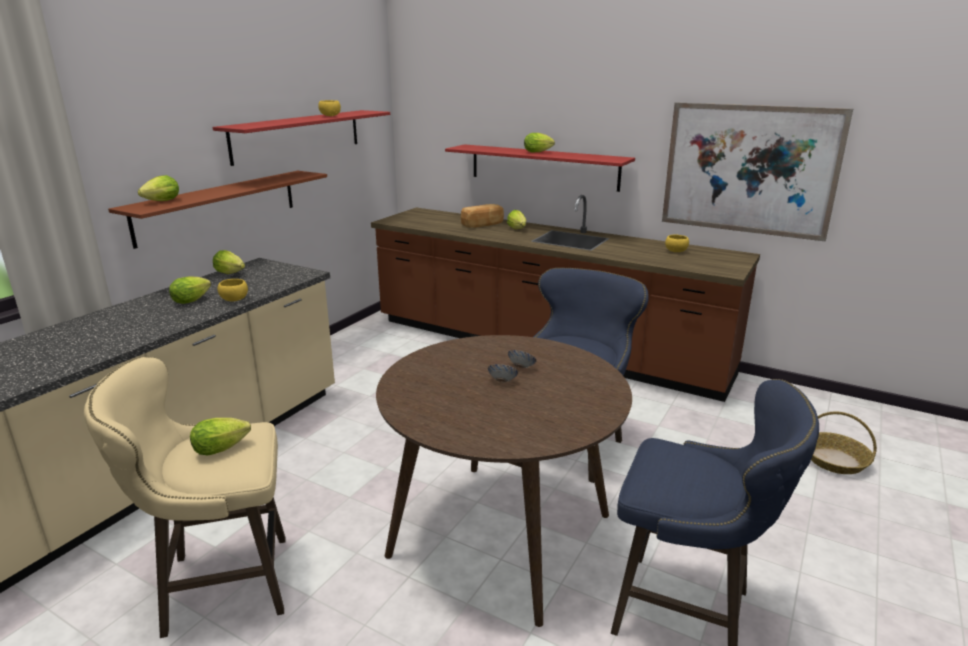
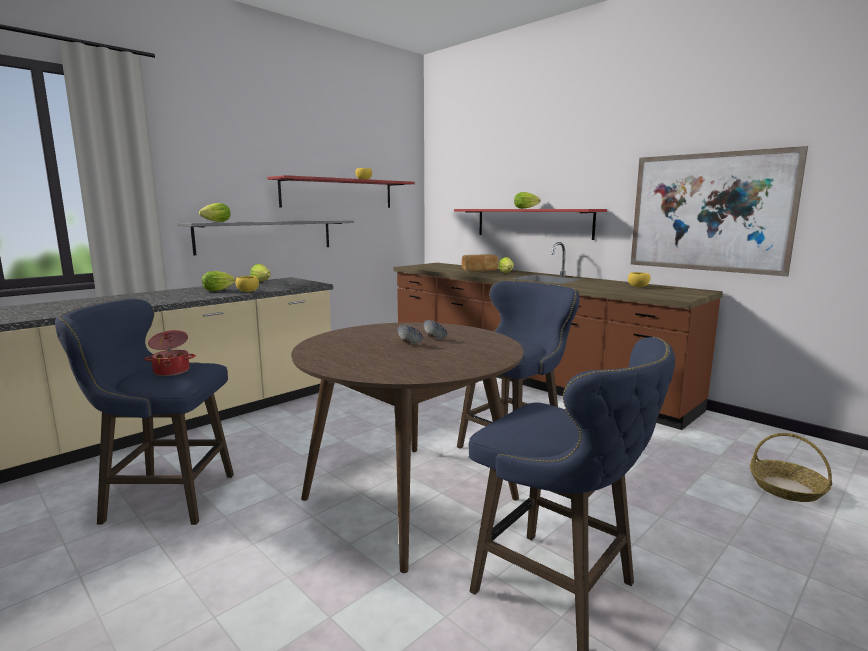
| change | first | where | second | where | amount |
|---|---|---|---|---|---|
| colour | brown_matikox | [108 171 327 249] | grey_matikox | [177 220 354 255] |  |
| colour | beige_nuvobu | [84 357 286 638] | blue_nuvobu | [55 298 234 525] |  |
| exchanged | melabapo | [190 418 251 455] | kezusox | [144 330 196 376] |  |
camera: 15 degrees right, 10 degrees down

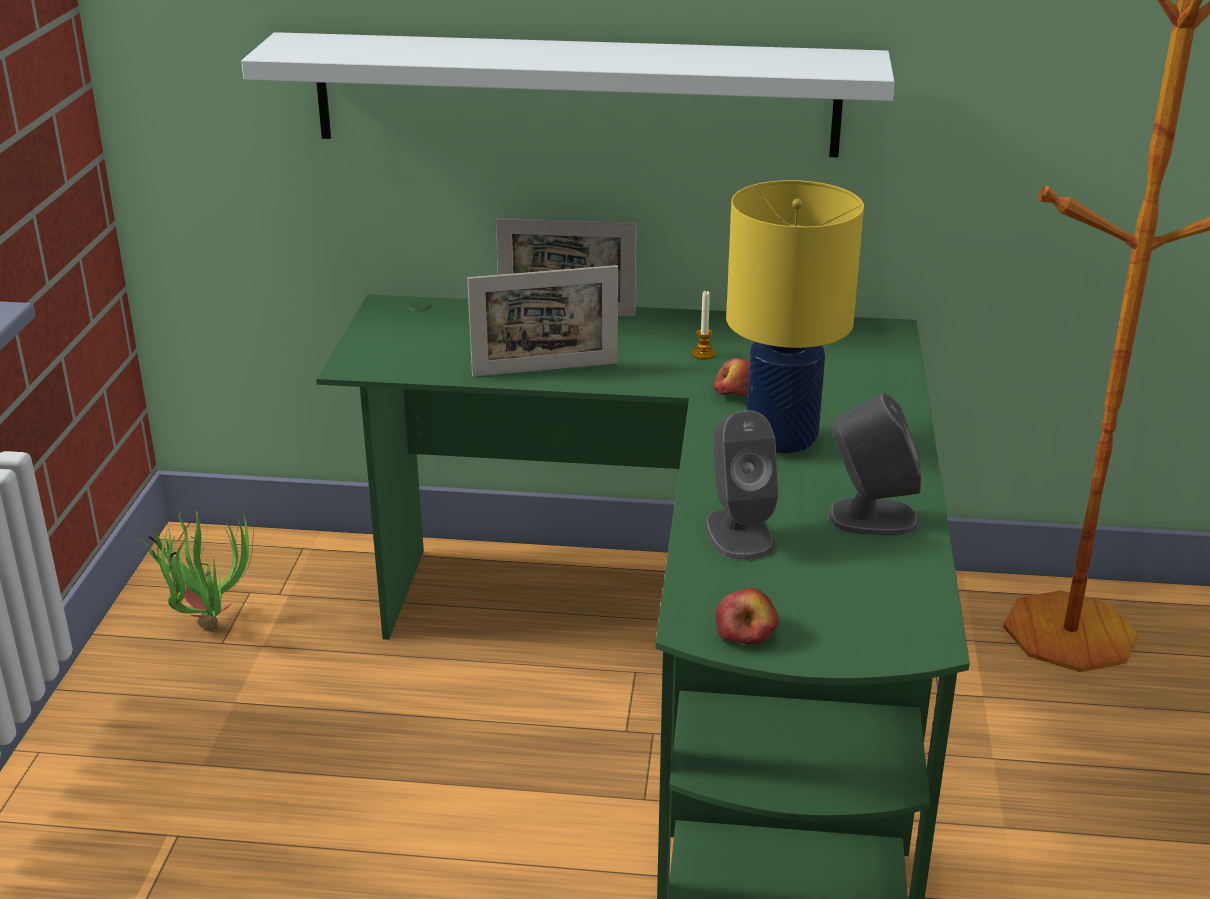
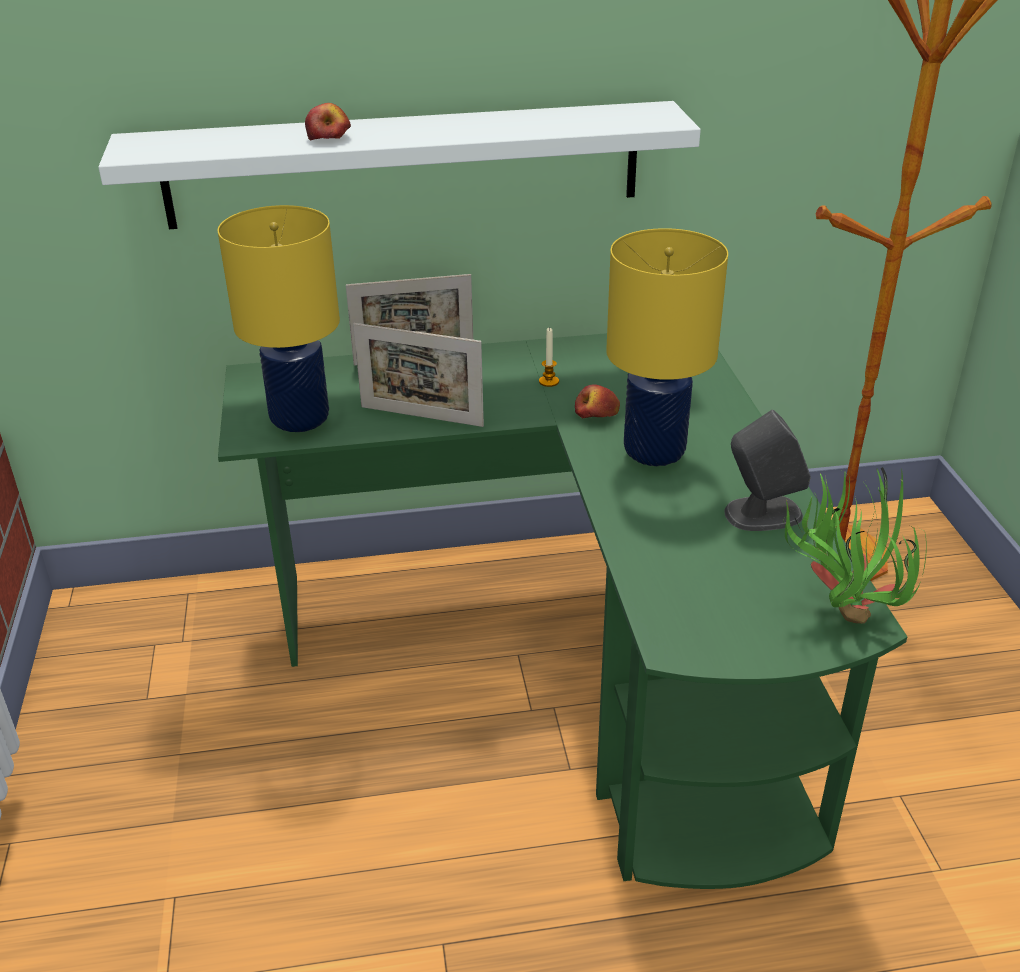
| change | first | where | second | where | amount |
|---|---|---|---|---|---|
| spun | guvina | [467 265 618 377] |  | [353 323 484 427] | 45 degrees clockwise |
| missing | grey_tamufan | [704 410 779 561] |  |  |  |
| relocated | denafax | [140 510 254 631] |  | [783 467 927 624] |  |
| relocated | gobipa | [715 588 779 645] |  | [305 103 351 140] |  |
| appeared |  |  | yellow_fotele | [218 205 340 432] |  |
camera: 15 degrees left, 5 degrees up

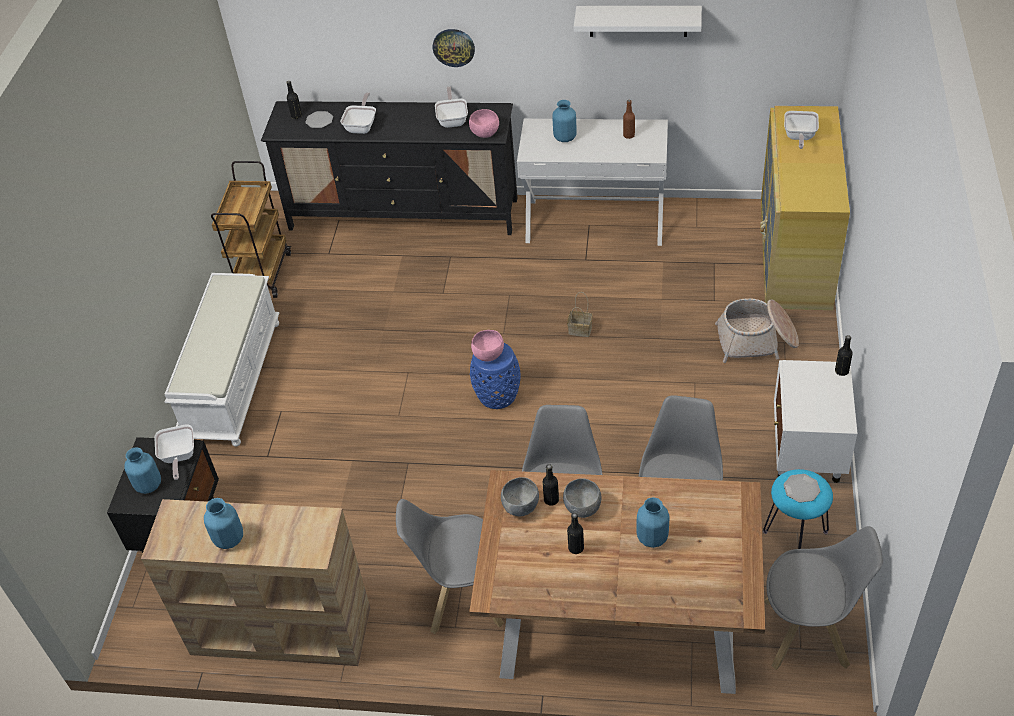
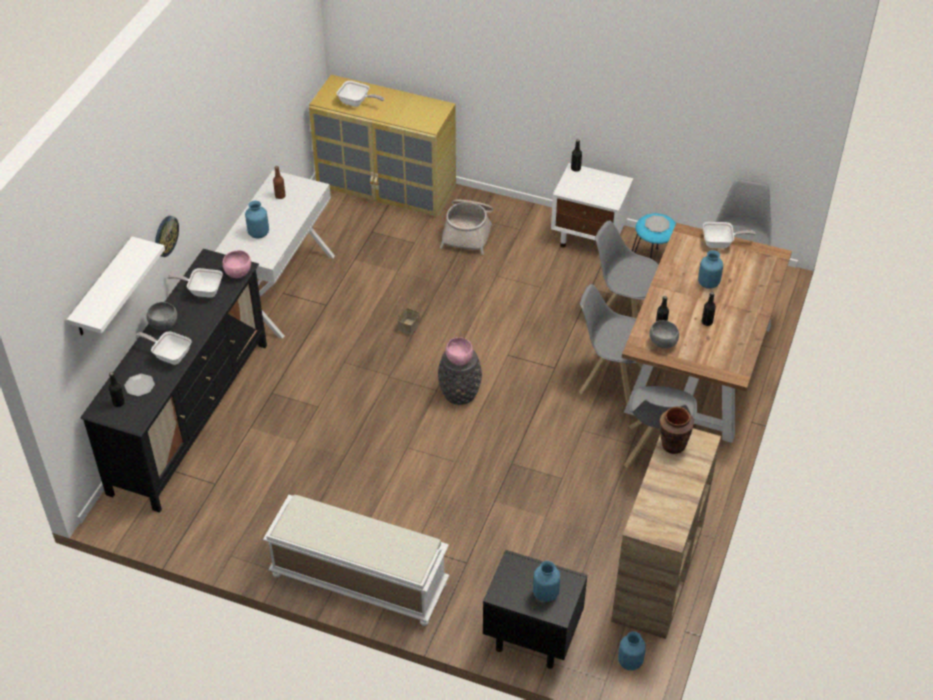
| change | first | where | second | where | amount |
|---|---|---|---|---|---|
| relocated | white_matikox | [574 6 702 37] |  | [67 237 165 336] |  |
| missing | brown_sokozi | [211 161 291 298] |  |  |  |
| colour | blue_nuvobu | [470 343 521 409] | grey_nuvobu | [438 350 482 405] |  |
| relocated | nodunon | [154 424 194 480] |  | [703 222 755 248] |  |
| relocated | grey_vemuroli | [563 478 601 518] |  | [147 302 177 330] |  |
| relocated | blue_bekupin | [204 498 243 549] |  | [618 631 646 670] |  |
| appeared |  |  | brown_bekupin | [660 407 694 454] |  |
camera: 80 degrees left, 0 degrees up

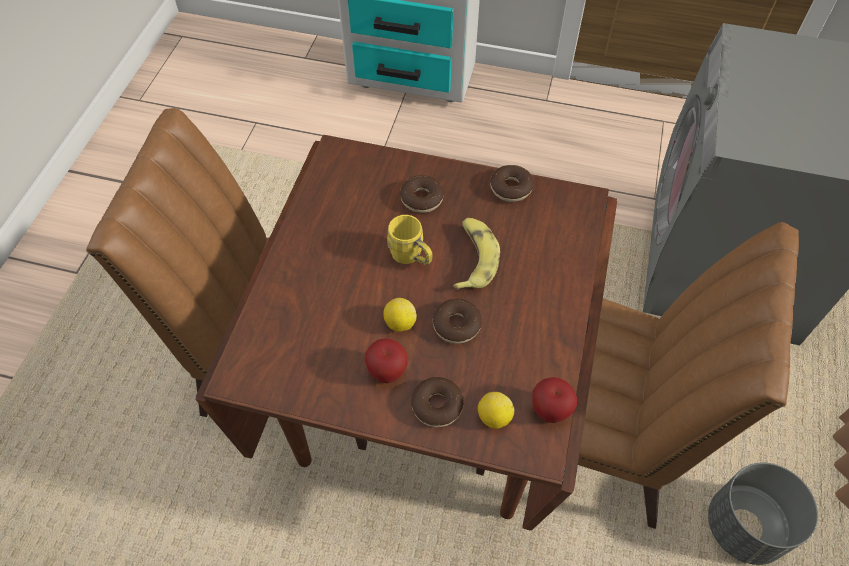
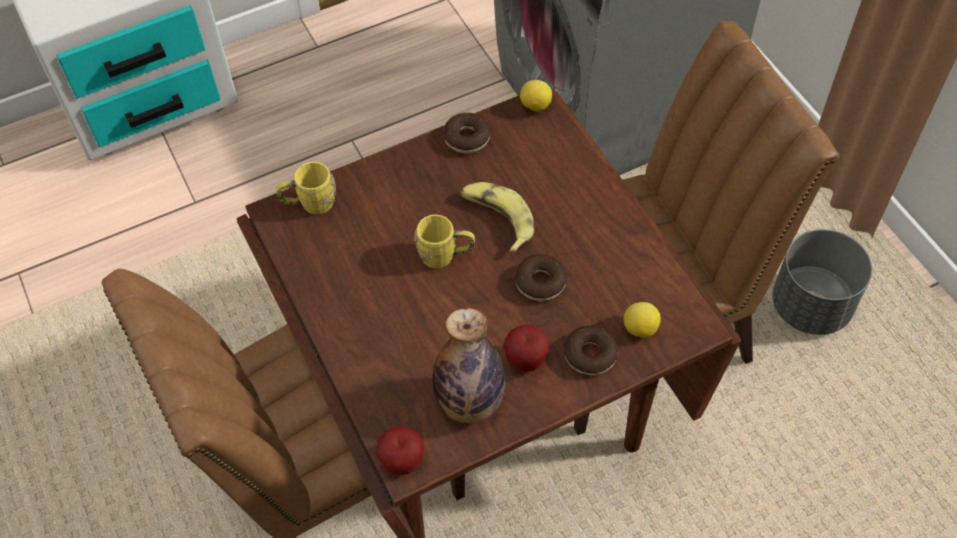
| change | first | where | second | where | amount |
|---|---|---|---|---|---|
| missing | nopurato | [400 175 444 213] |  |  |  |
| relocated | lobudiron | [383 298 417 332] |  | [520 80 552 112] |  |
| relocated | gobipa | [532 377 577 423] |  | [376 426 425 475] |  |
| appeared |  |  | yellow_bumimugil | [276 162 336 215] |  |
| appeared |  |  | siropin | [432 308 505 423] |  |
camera: 40 degrees left, 0 degrees up

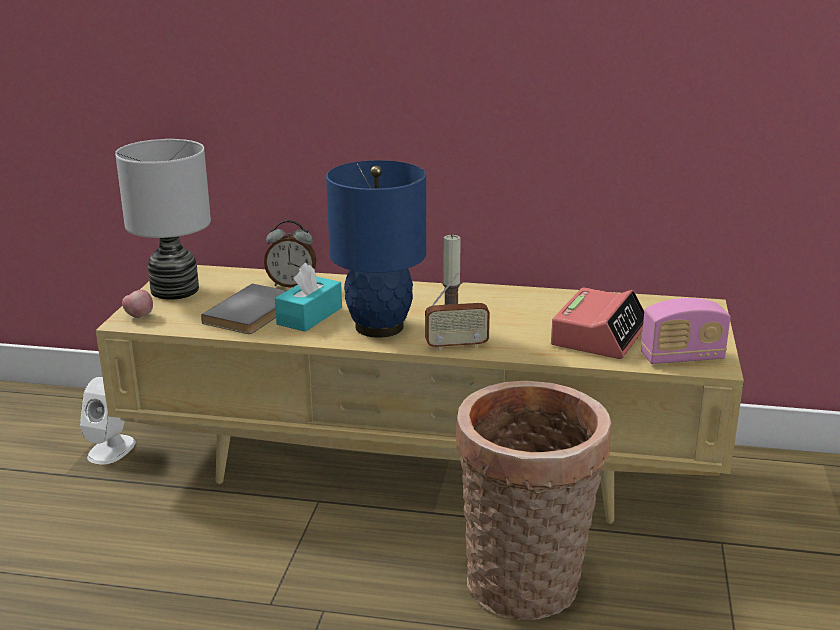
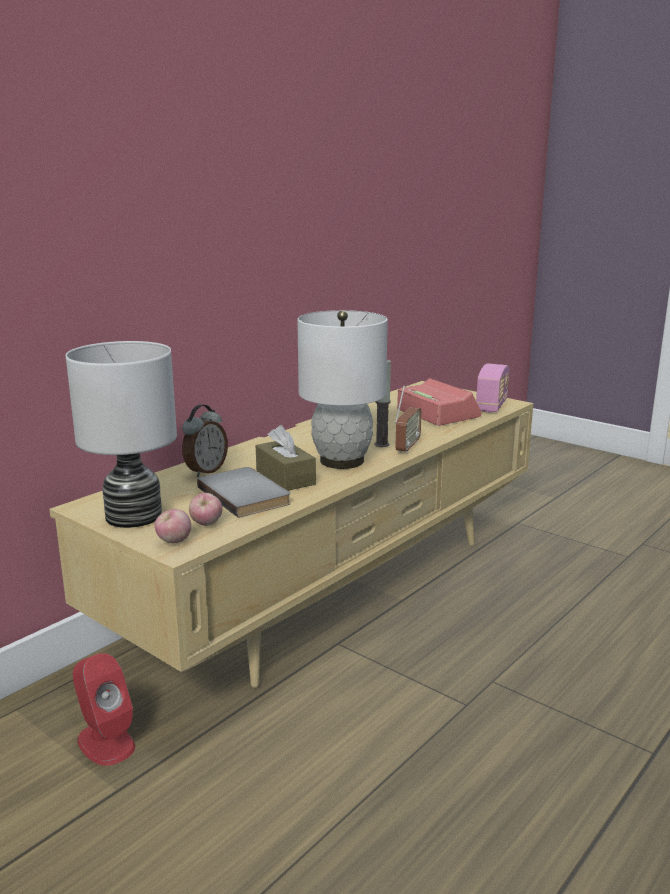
| change | first | where | second | where | amount |
|---|---|---|---|---|---|
| colour | blue_fotele | [326 160 426 337] | white_fotele | [297 310 388 469] |  |
| colour | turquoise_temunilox | [275 263 342 332] | brown_temunilox | [256 425 316 491] |  |
| colour | white_tamufan | [80 377 136 465] | red_tamufan | [73 653 135 766] |  |
| missing | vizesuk | [456 381 611 620] |  |  |  |
| appeared |  |  | gobipa | [189 493 222 526] |  |
camera: 60 degrees left, 5 degrees down

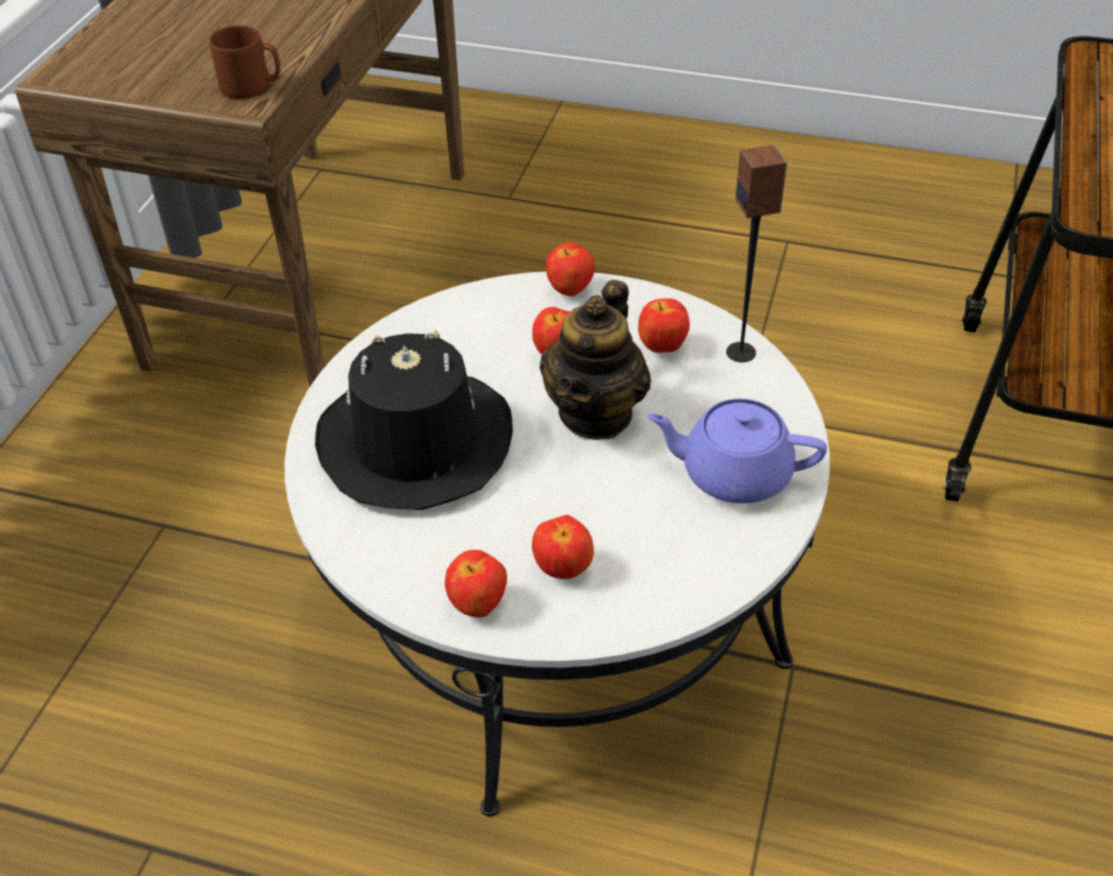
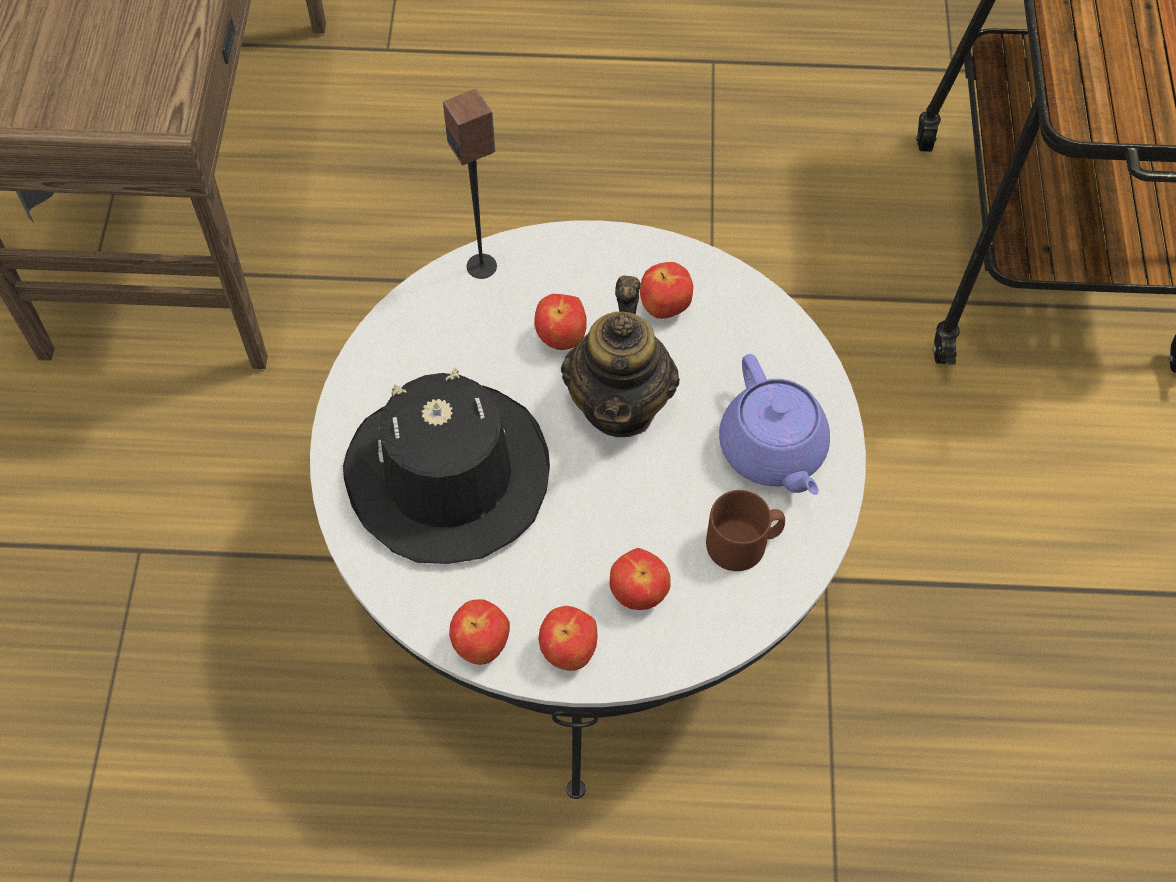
| change | first | where | second | where | amount |
|---|---|---|---|---|---|
| relocated | brown_bumimugil | [209 25 280 99] |  | [706 490 785 571] |  |
| relocated | tamufan | [726 145 787 362] |  | [443 89 497 279] |  |
| relocated | gobipa | [546 242 595 296] |  | [449 599 510 665] |  |
| spun | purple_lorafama | [647 399 827 503] |  | [719 354 830 495] | 105 degrees counterclockwise |
camera: 15 degrees left, 15 degrees up

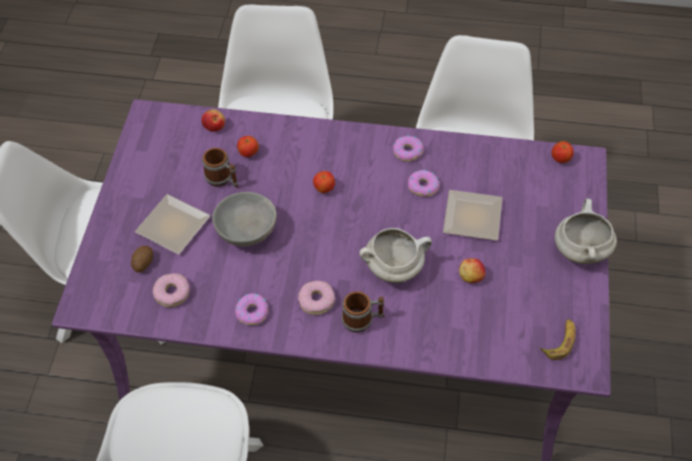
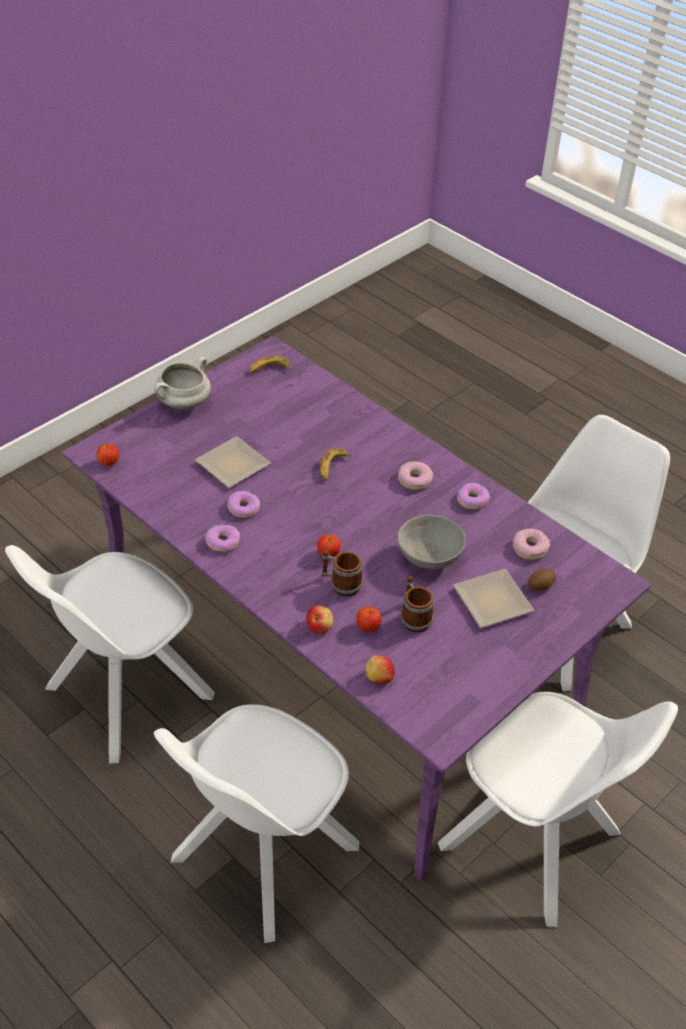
| change | first | where | second | where | amount |
|---|---|---|---|---|---|
| exchanged | white_kezusox | [359 228 432 283] | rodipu | [320 448 351 481] |  |
| relocated | gobipa | [459 258 486 283] |  | [306 605 333 634] |  |
| relocated | bumimugil | [342 291 384 332] |  | [321 550 363 596] |  |
camera: 145 degrees left, 10 degrees down

